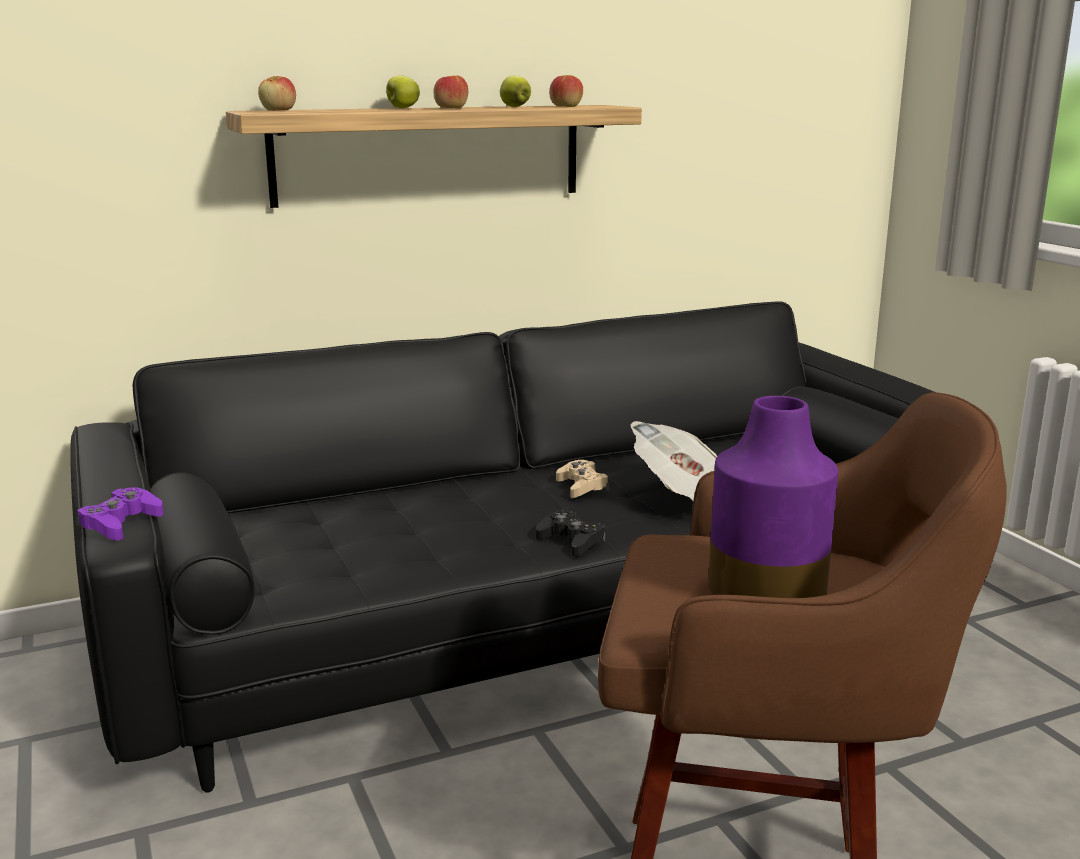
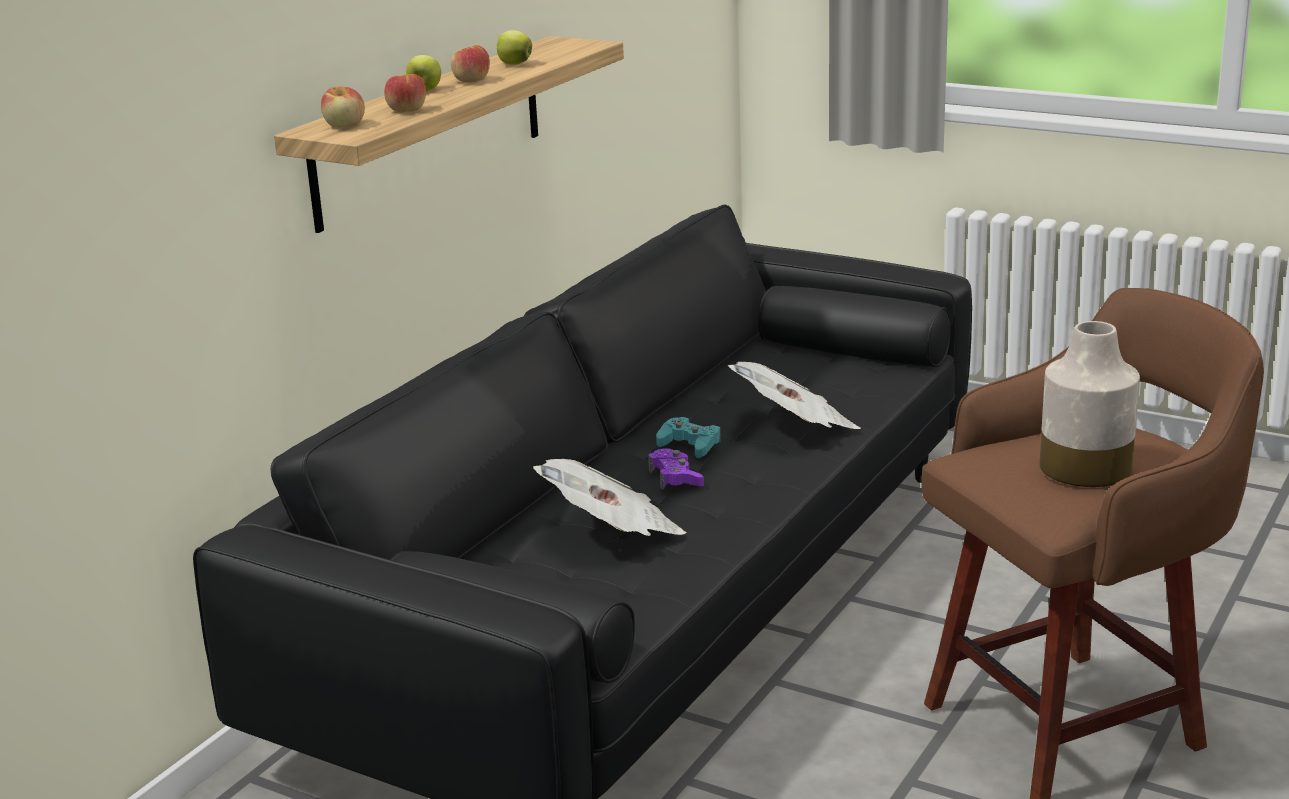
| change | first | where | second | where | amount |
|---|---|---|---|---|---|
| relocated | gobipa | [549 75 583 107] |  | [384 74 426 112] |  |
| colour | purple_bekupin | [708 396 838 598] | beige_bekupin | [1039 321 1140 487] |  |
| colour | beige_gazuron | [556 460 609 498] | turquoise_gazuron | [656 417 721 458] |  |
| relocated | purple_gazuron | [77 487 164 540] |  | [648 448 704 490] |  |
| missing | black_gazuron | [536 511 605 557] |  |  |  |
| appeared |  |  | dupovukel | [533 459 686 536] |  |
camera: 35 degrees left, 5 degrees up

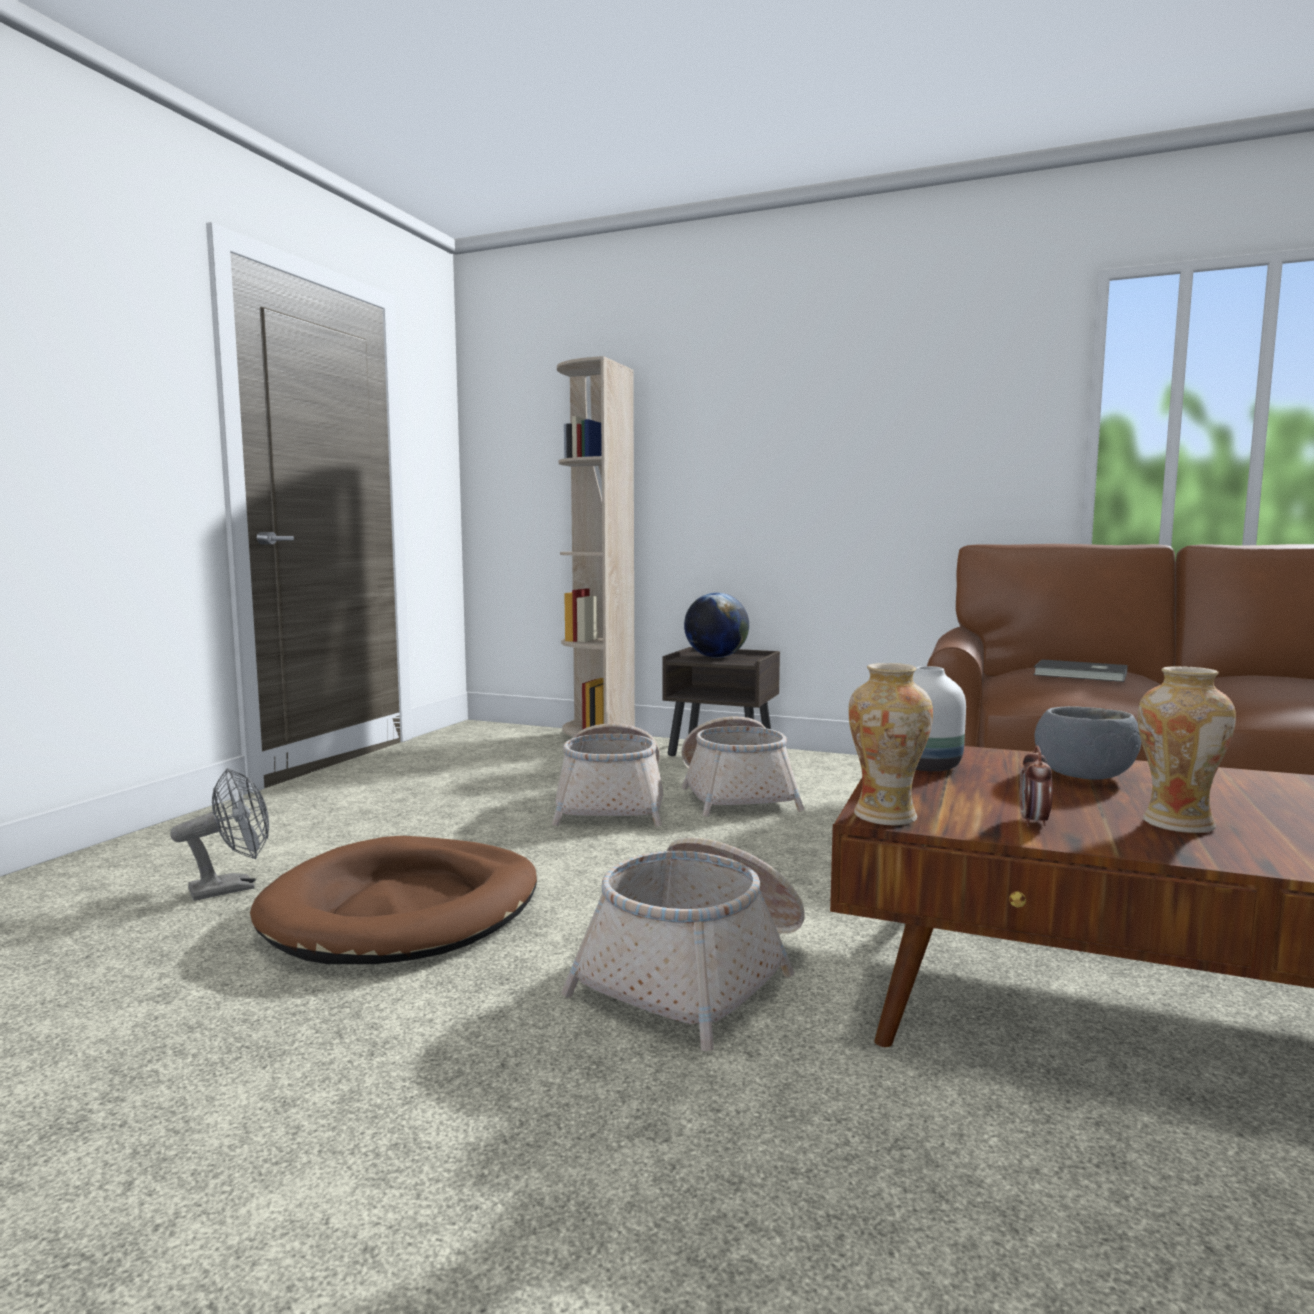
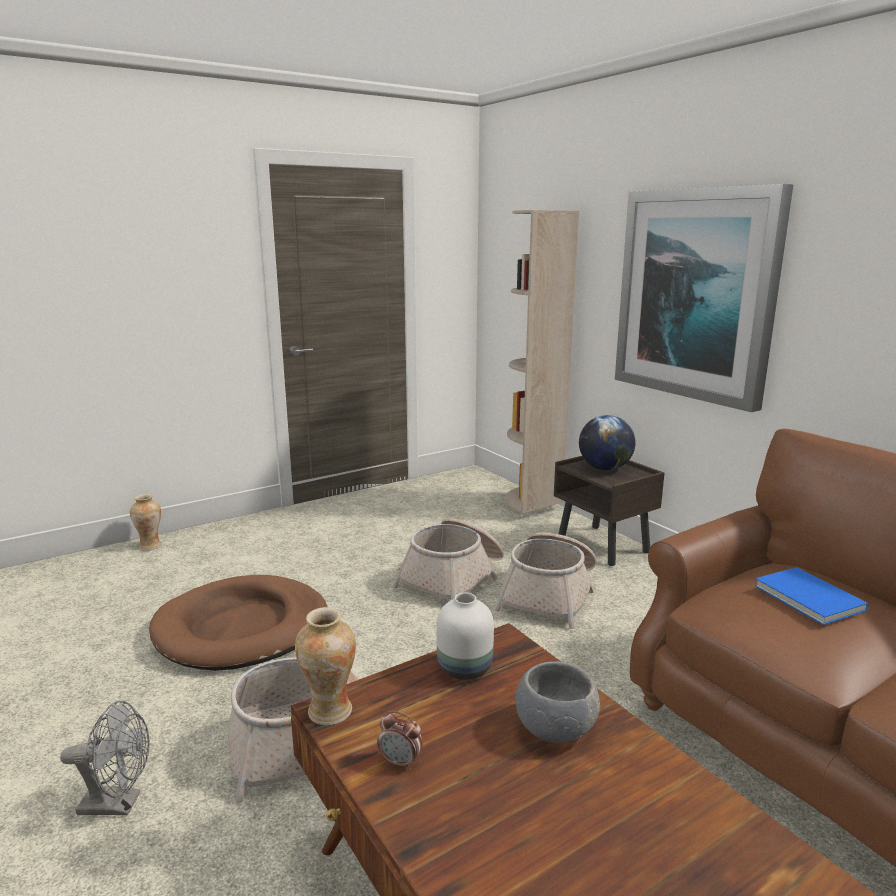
| change | first | where | second | where | amount |
|---|---|---|---|---|---|
| colour | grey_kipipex | [1033 659 1128 682] | blue_kipipex | [754 567 868 625] |  |
| relocated | bekupin | [1138 666 1236 833] |  | [130 494 162 551] |  |
| spun | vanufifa | [1019 746 1053 827] |  | [377 711 422 770] | 120 degrees counterclockwise |
| relocated | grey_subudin | [170 768 269 901] |  | [60 701 150 815] |  |
| appeared |  |  | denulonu | [615 184 793 412] |  |
camera: 35 degrees right, 10 degrees up

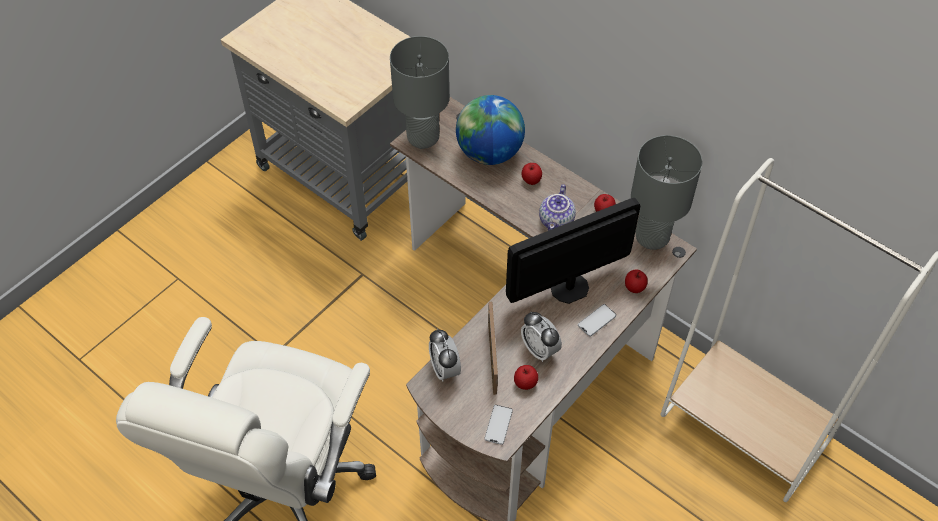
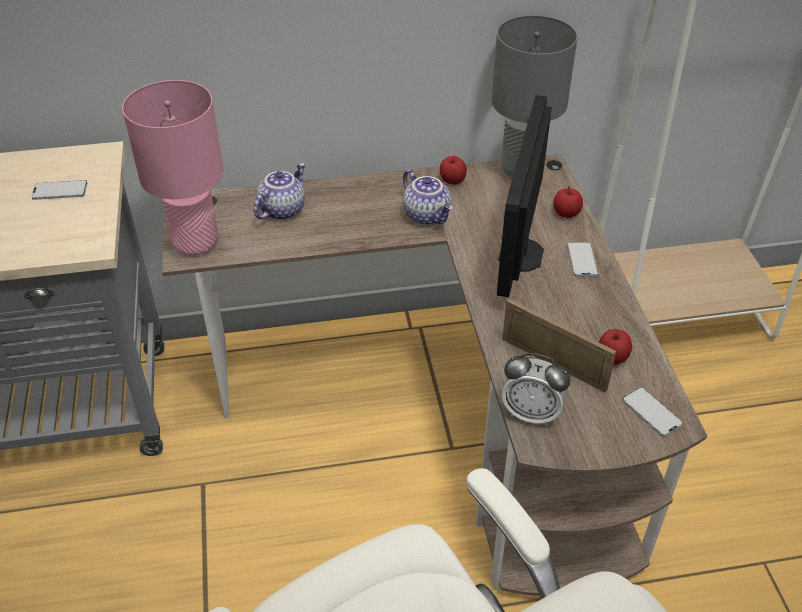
| change | first | where | second | where | amount |
|---|---|---|---|---|---|
| colour | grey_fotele | [390 36 450 149] | pink_fotele | [122 80 224 255] |  |
| exchanged | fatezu | [456 95 525 165] | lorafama | [253 163 306 220] |  |
| missing | gobipa | [522 163 542 185] |  |  |  |
| missing | vanufifa | [521 312 562 362] |  |  |  |
| appeared |  |  | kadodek | [31 180 87 200] |  |
camera: 50 degrees left, 10 degrees down

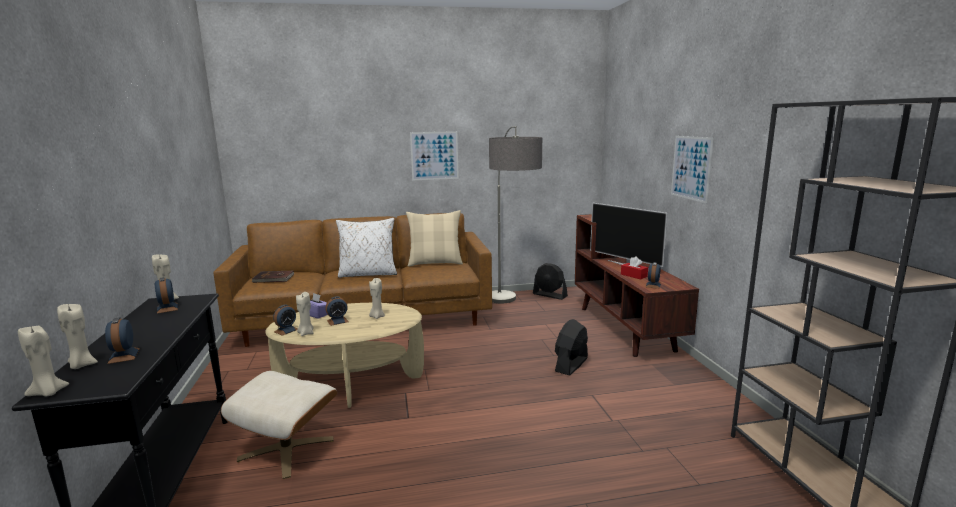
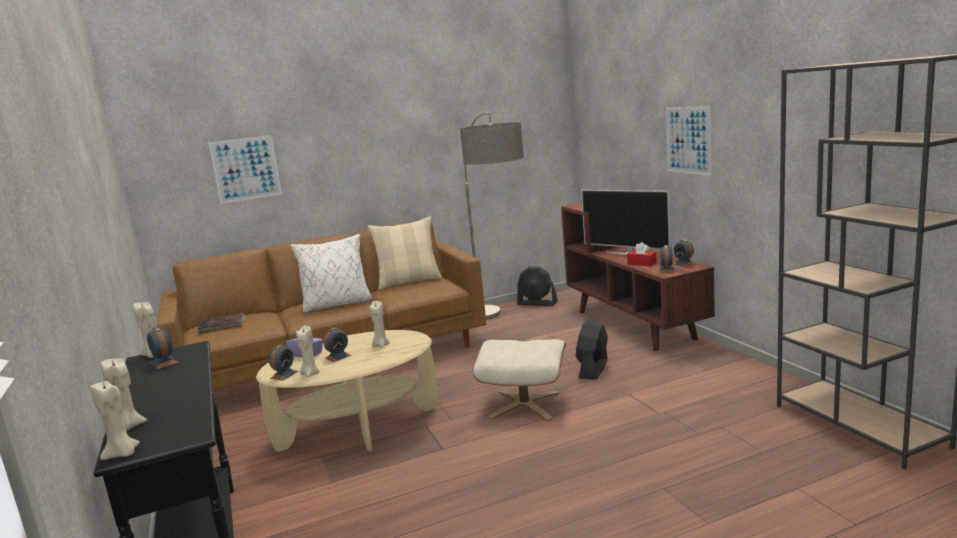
| change | first | where | second | where | amount |
|---|---|---|---|---|---|
| relocated | denulonu | [410 131 459 180] |  | [208 135 282 203] |  |
| relocated | vanufifa | [105 317 140 364] |  | [673 239 696 267] |  |
| relocated | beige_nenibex | [221 371 338 479] |  | [473 339 566 421] |  |
camera: 10 degrees left, 0 degrees up

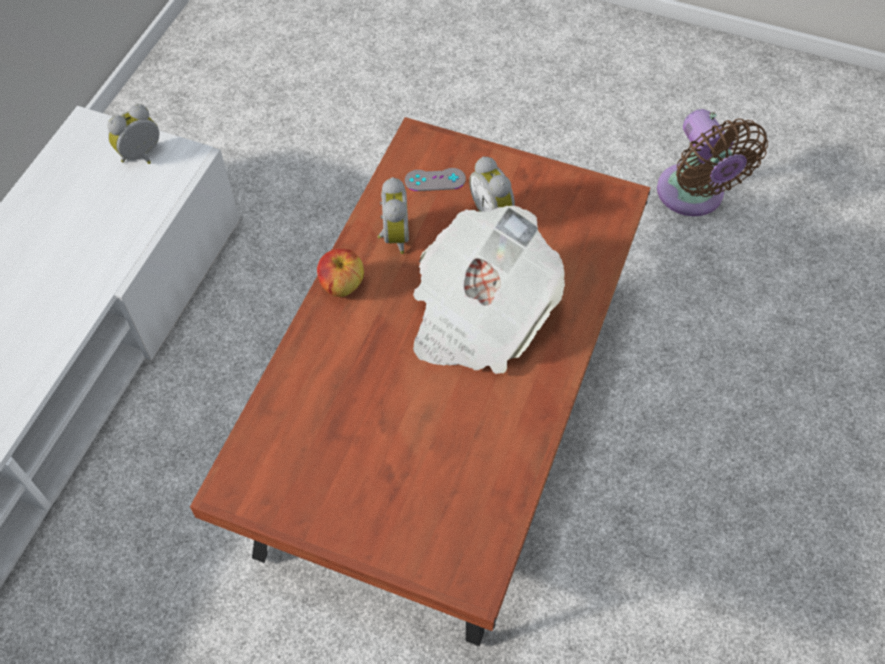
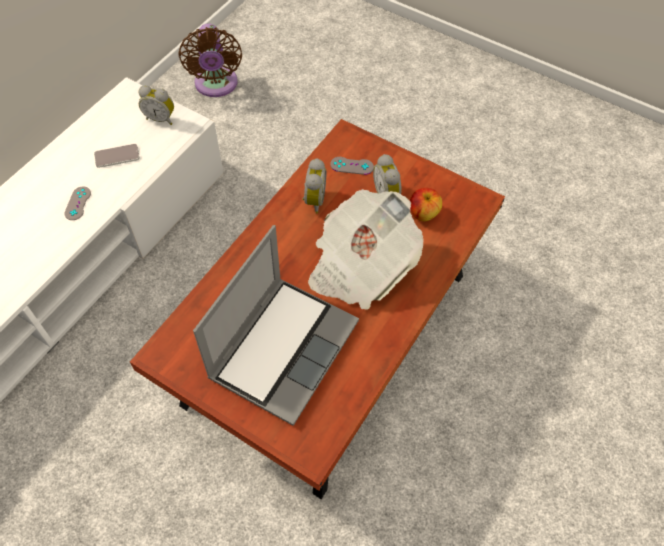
| change | first | where | second | where | amount |
|---|---|---|---|---|---|
| spun | vanufifa | [108 104 159 164] |  | [139 85 174 125] | 135 degrees counterclockwise |
| relocated | brown_subudin | [657 109 768 216] |  | [179 23 242 97] |  |
| relocated | gobipa | [317 248 364 297] |  | [410 188 442 221] |  |
| appeared |  |  | kadodek | [94 144 140 168] |  |
| appeared |  |  | grey_gazuron | [64 187 91 220] |  |
| appeared |  |  | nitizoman | [193 225 359 426] |  |
camera: 10 degrees right, 0 degrees up

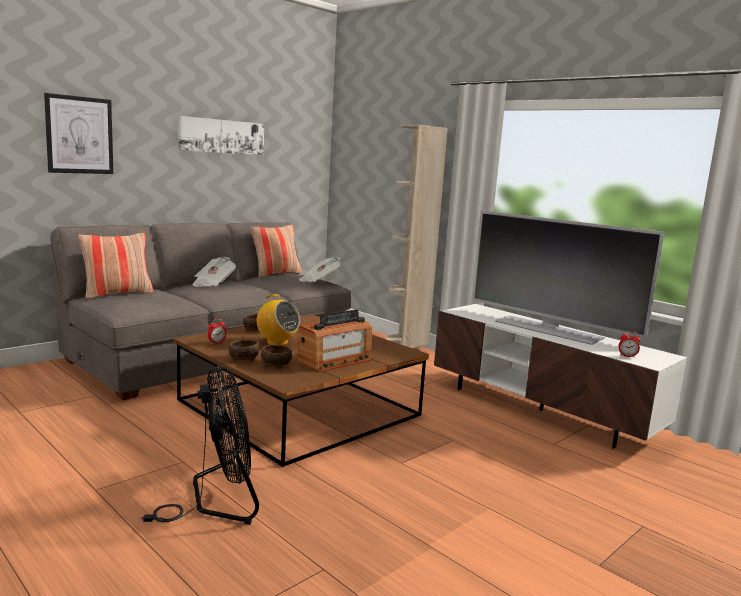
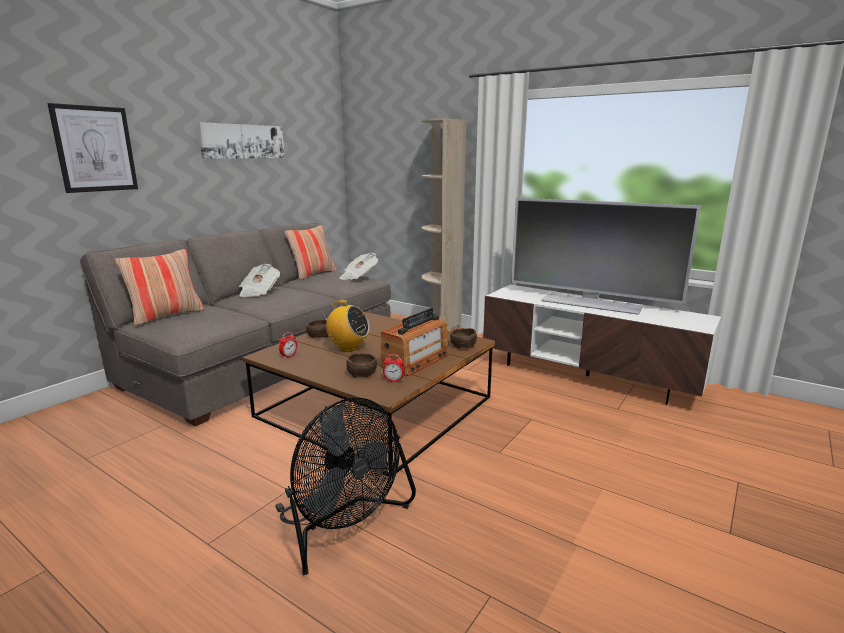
| change | first | where | second | where | amount |
|---|---|---|---|---|---|
| relocated | vanufifa | [619 331 640 358] |  | [383 354 404 382] |  |
| relocated | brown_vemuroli | [229 340 259 361] |  | [450 328 477 348] |  |
| spun | black_subudin | [141 366 259 525] |  | [275 397 416 575] | 75 degrees clockwise |
camera: 10 degrees left, 5 degrees up

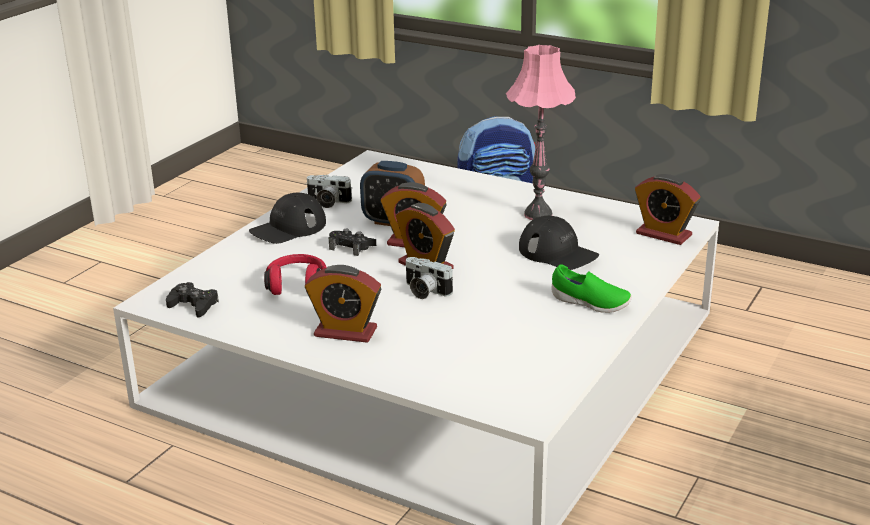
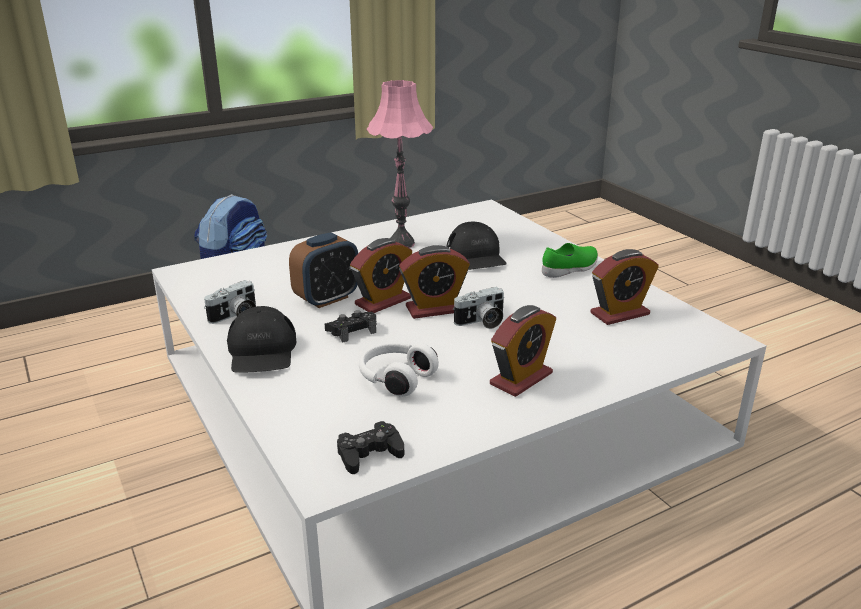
| change | first | where | second | where | amount |
|---|---|---|---|---|---|
| relocated | vanufifa | [635 174 700 245] |  | [590 249 659 325] |  |
| spun | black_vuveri | [519 216 599 270] |  | [446 222 507 270] | 90 degrees clockwise |
| colour | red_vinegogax | [264 254 327 295] | white_vinegogax | [359 343 439 397] |  |
camera: 60 degrees left, 0 degrees up

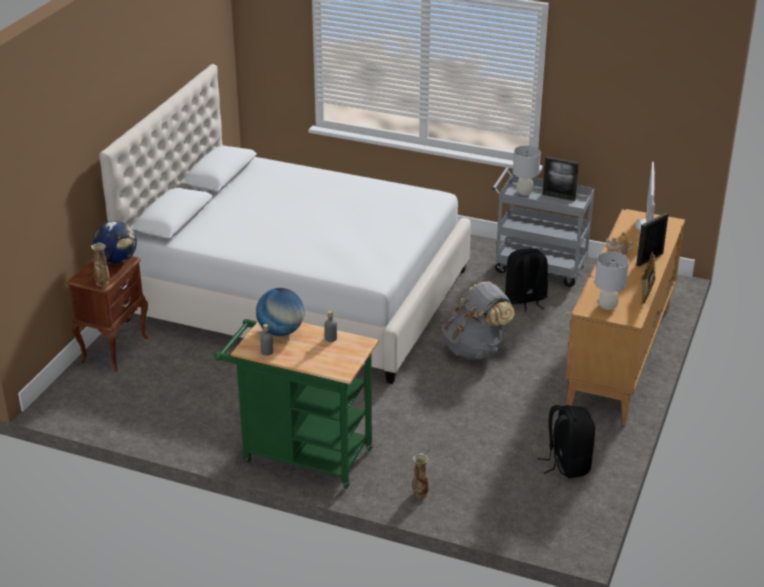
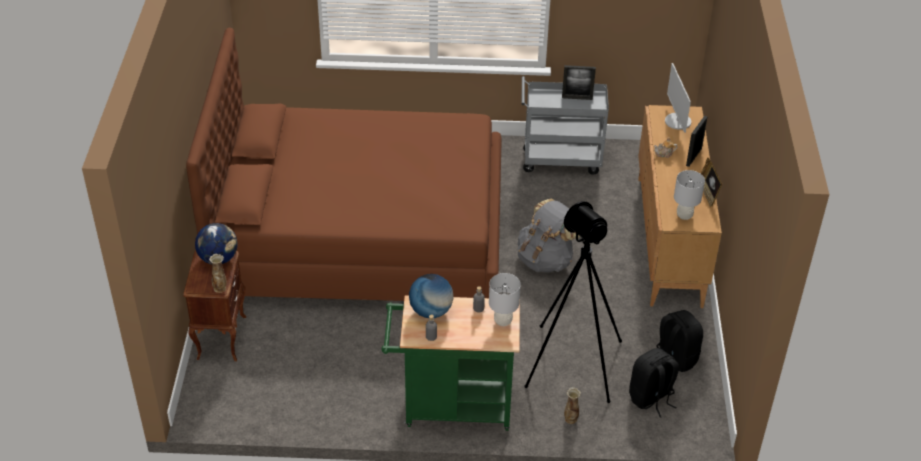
| change | first | where | second | where | amount |
|---|---|---|---|---|---|
| colour | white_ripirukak | [99 64 471 384] | brown_ripirukak | [186 28 502 301] |  |
| relocated | grey_fotele | [513 145 541 195] |  | [489 273 521 326] |  |
| relocated | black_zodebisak | [505 248 548 312] |  | [629 348 679 417] |  |
| appeared |  |  | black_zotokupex | [525 201 622 403] |  |
camera: 20 degrees left, 10 degrees up

